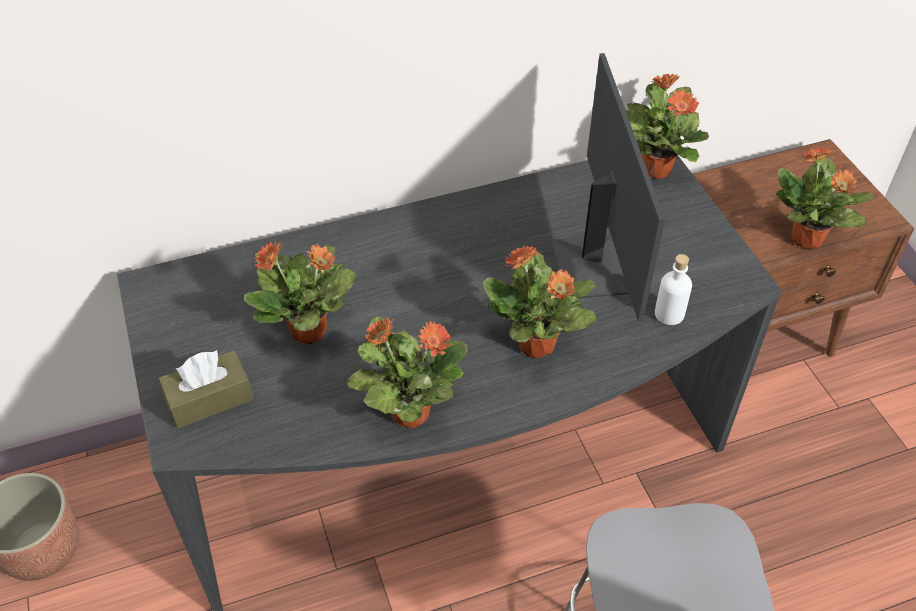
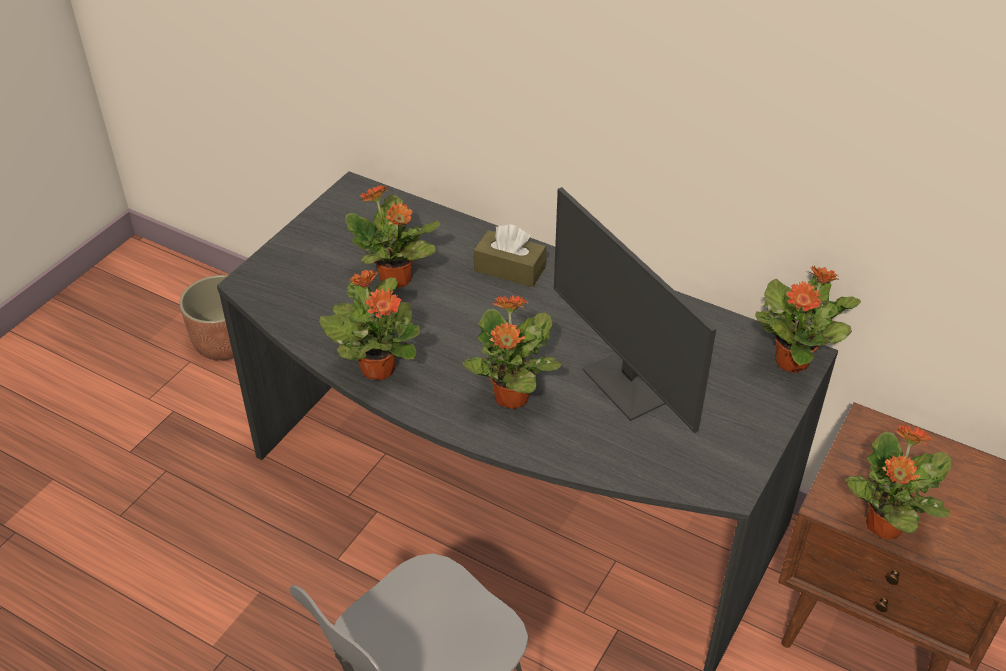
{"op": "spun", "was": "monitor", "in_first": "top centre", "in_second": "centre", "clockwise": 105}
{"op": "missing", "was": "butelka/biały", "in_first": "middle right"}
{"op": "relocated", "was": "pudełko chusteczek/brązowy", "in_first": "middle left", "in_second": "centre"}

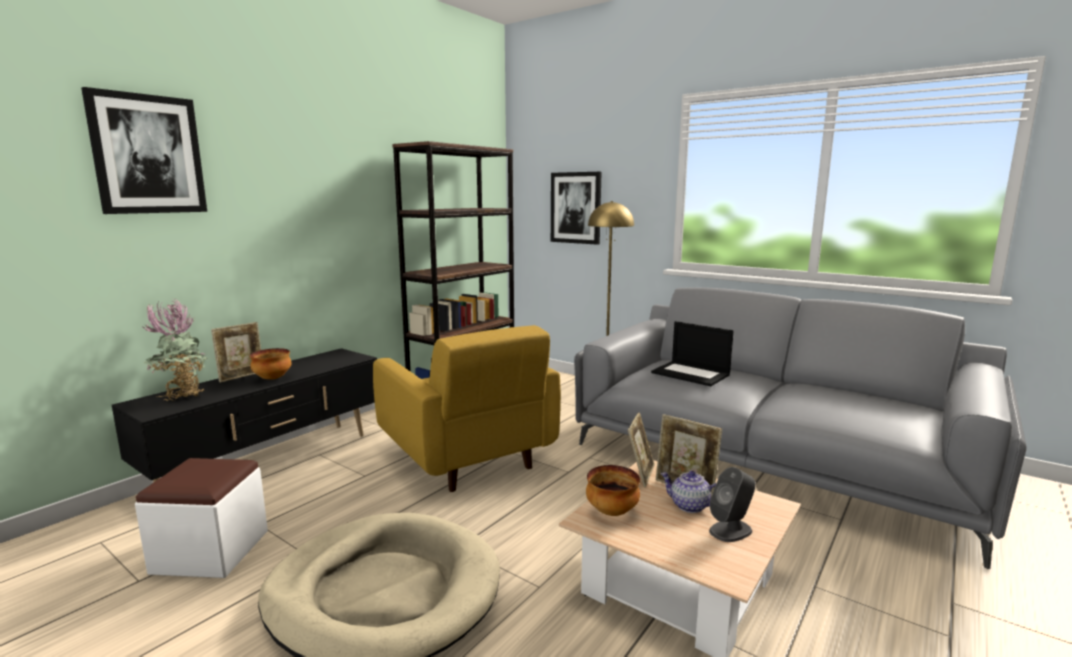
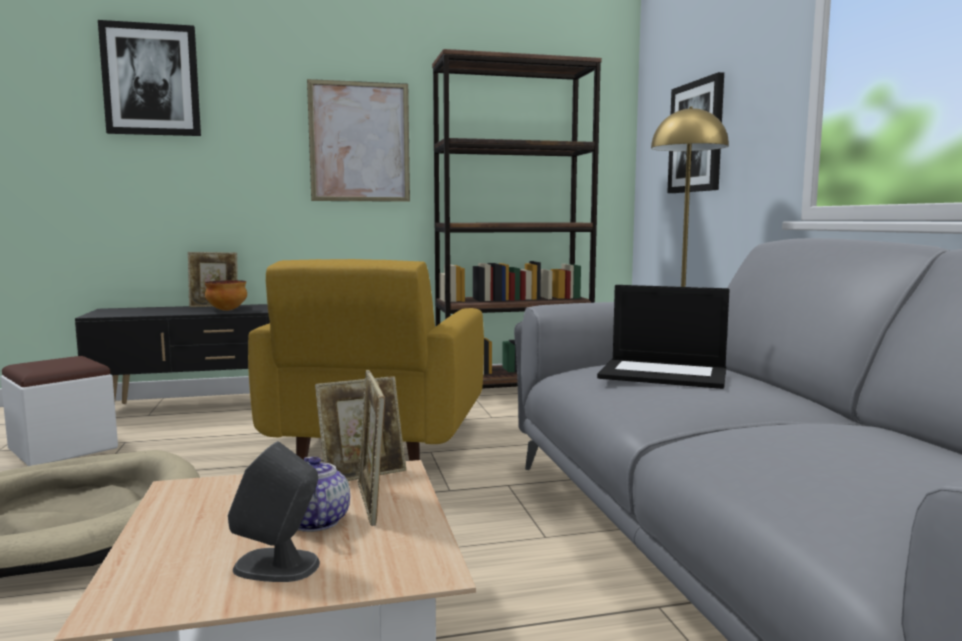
{"op": "missing", "was": "roślina doniczkowa", "in_first": "middle left"}
{"op": "spun", "was": "laptop", "in_first": "centre", "in_second": "middle right", "clockwise": -60}
{"op": "missing", "was": "miska (no. 2 from left)", "in_first": "bottom centre"}
{"op": "appeared", "now": "obraz (no. 2 from left)", "in_second": "top centre"}

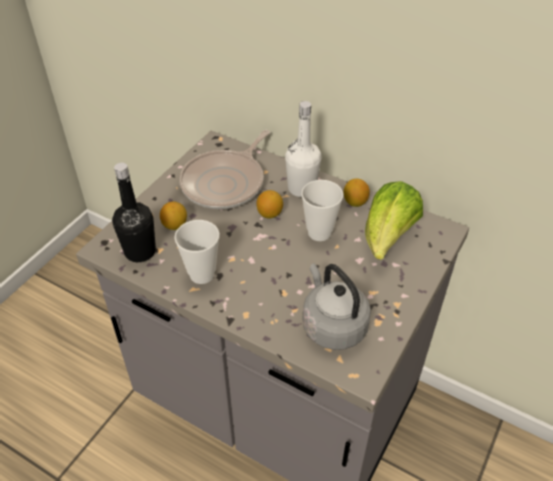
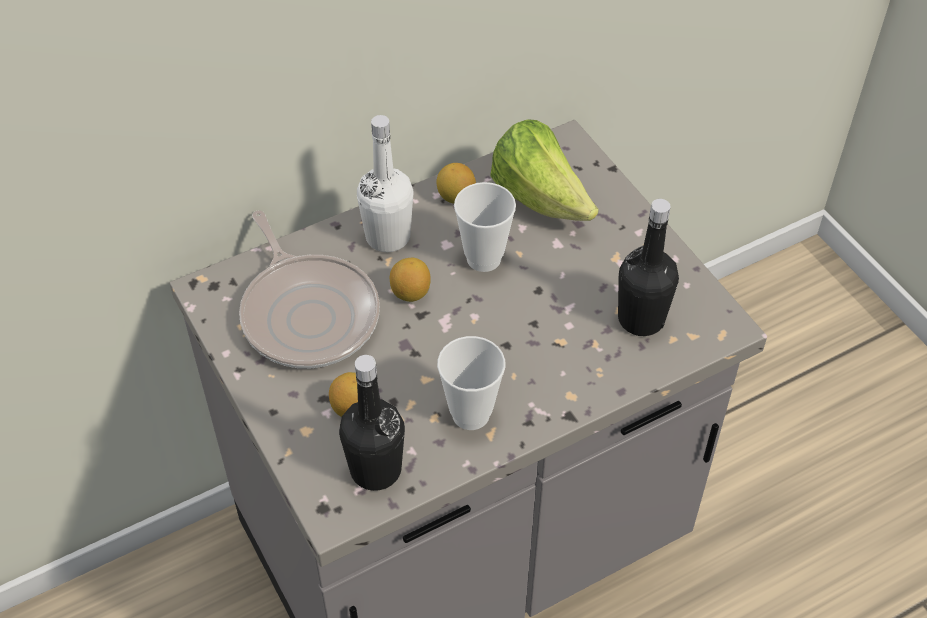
{"op": "exchanged", "was": "czajnik/szary", "now": "butelka/czarny (no. 2 from left)", "in_first": "centre", "in_second": "middle right"}

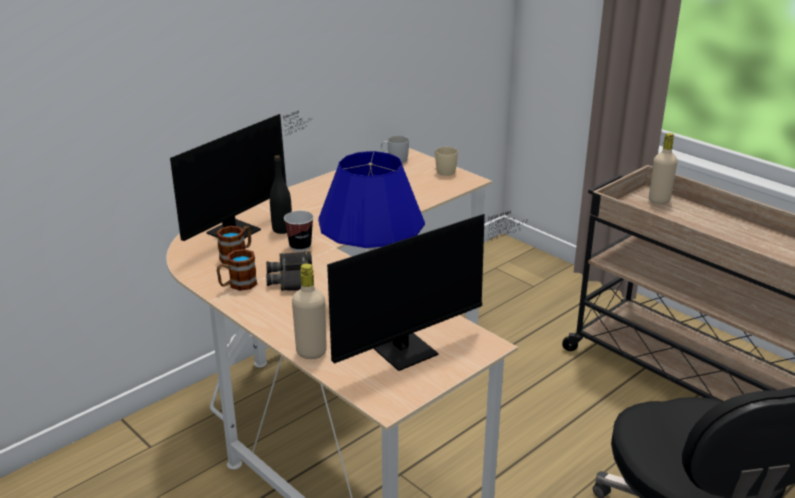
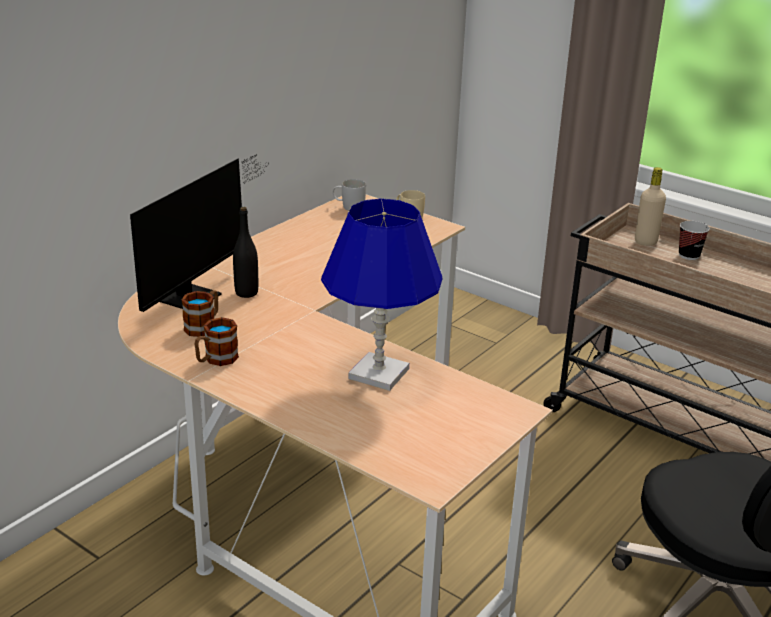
{"op": "relocated", "was": "filiżanka", "in_first": "centre", "in_second": "middle right"}
{"op": "missing", "was": "monitor (no. 2 from left)", "in_first": "centre"}
{"op": "missing", "was": "lornetka/czarny", "in_first": "centre"}
{"op": "missing", "was": "butelka/beżowy (no. 1 from left)", "in_first": "centre"}

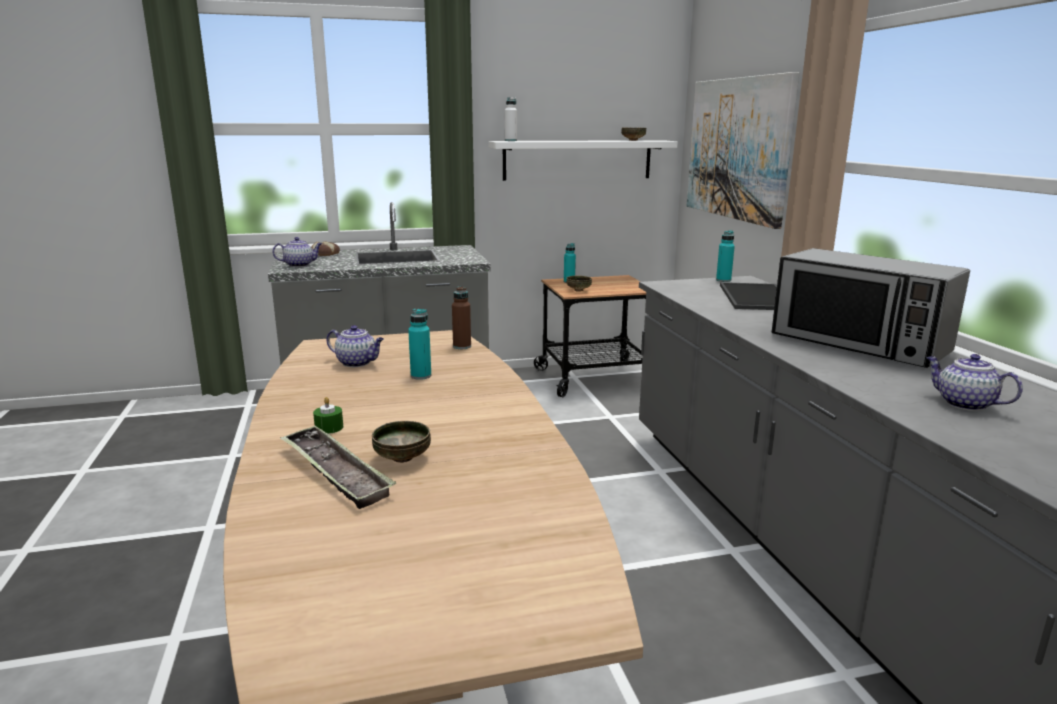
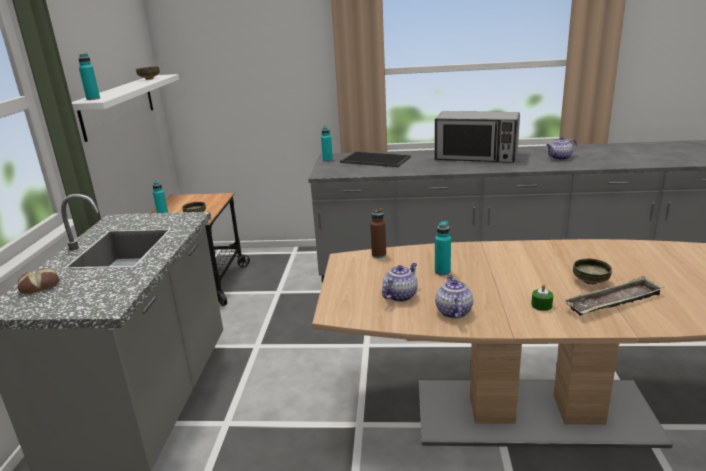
{"op": "missing", "was": "obraz", "in_first": "top right"}
{"op": "colour", "was": "butelka/biały", "now": "butelka/turkusowy (no. 1 from left)", "in_first": "top centre", "in_second": "top left"}
{"op": "relocated", "was": "imbryk (no. 1 from left in the first image)", "now": "imbryk (no. 2 from left)", "in_first": "middle left", "in_second": "centre"}
{"op": "spun", "was": "mikrofalówka", "in_first": "middle right", "in_second": "top right", "clockwise": 45}

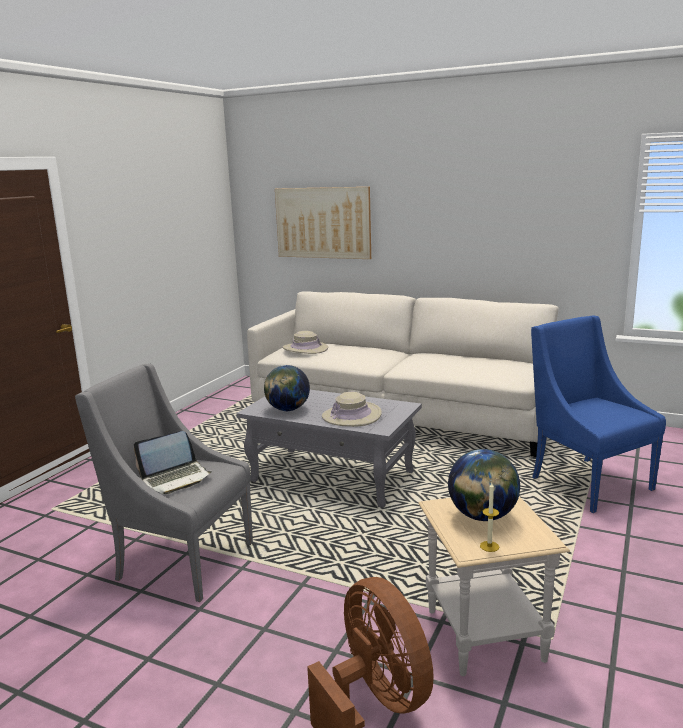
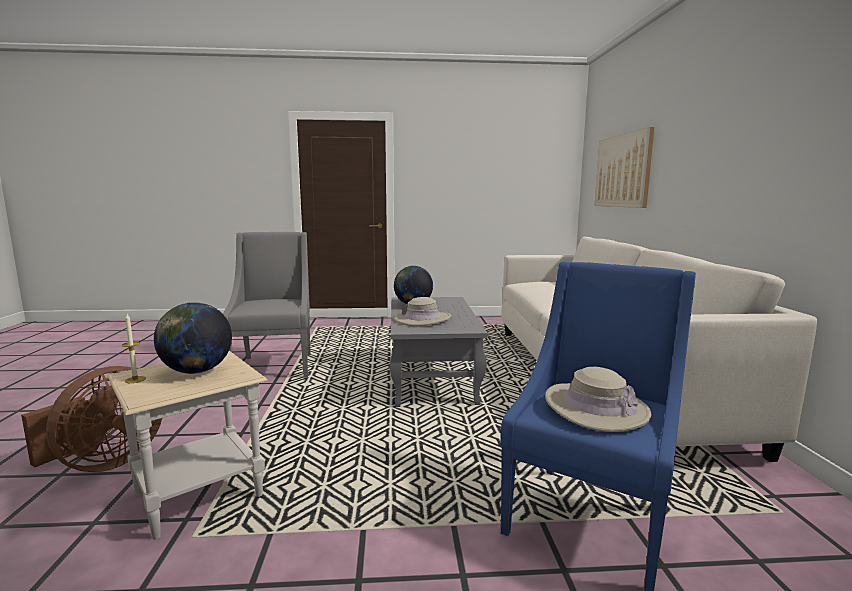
{"op": "relocated", "was": "kapelusz/beżowy (no. 1 from left in the first image)", "now": "kapelusz/beżowy (no. 2 from left)", "in_first": "centre", "in_second": "bottom right"}
{"op": "missing", "was": "laptop", "in_first": "middle left"}

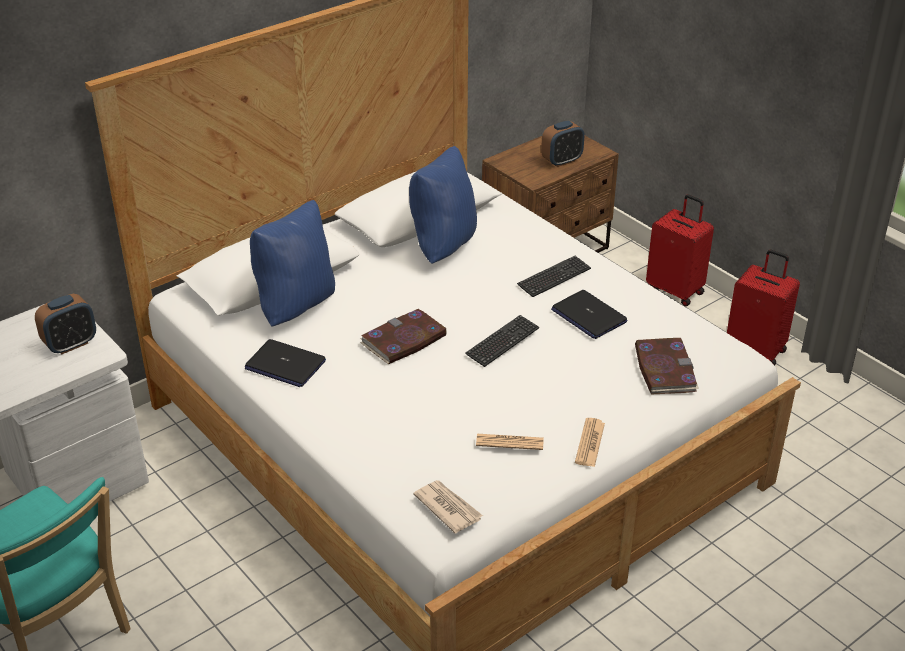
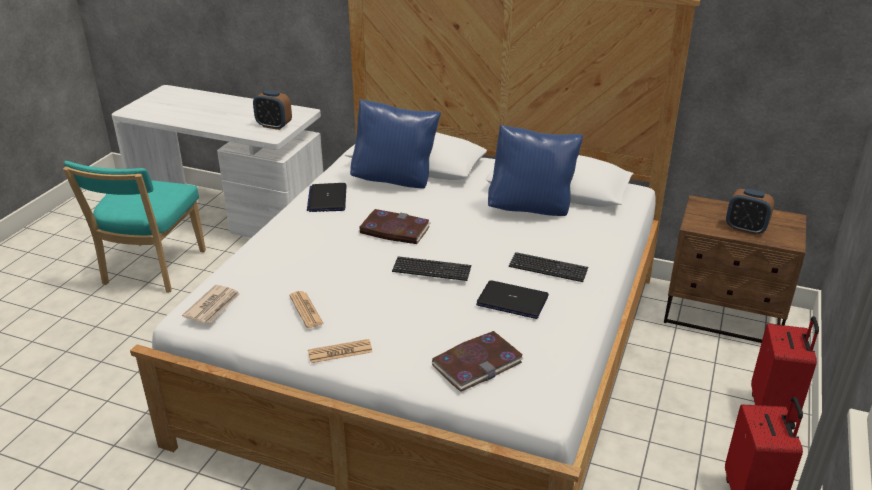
{"op": "spun", "was": "laptop (no. 2 from left)", "in_first": "centre", "in_second": "centre", "clockwise": 90}

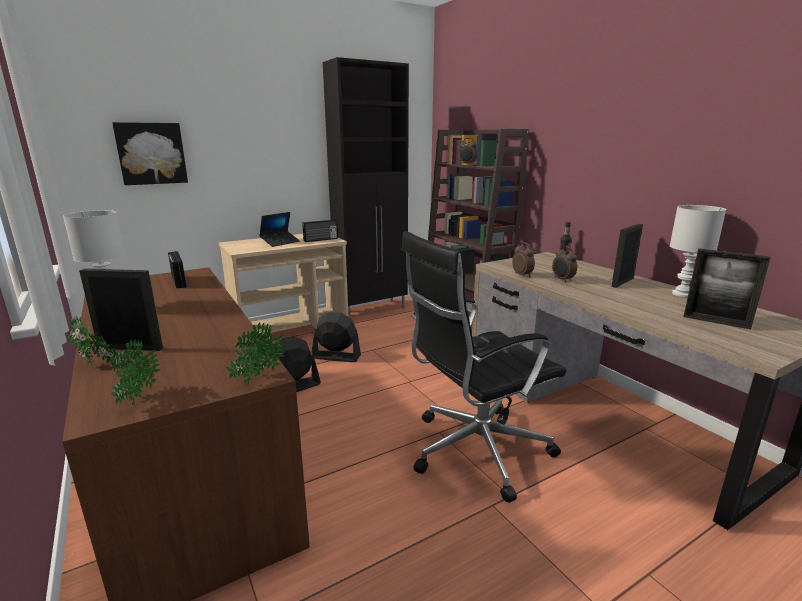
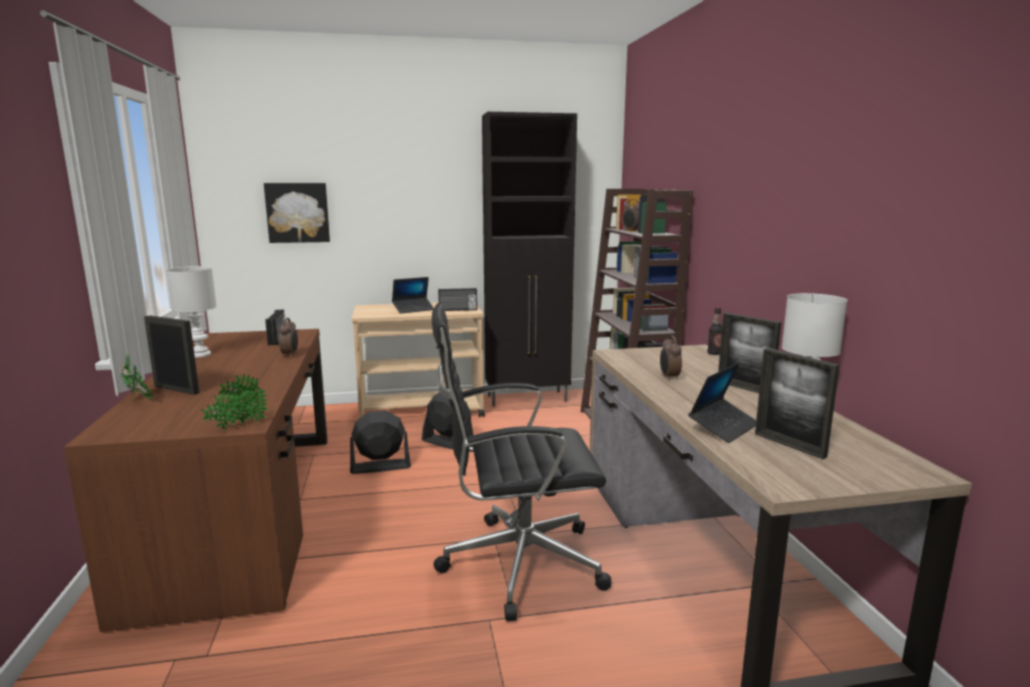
{"op": "spun", "was": "ramka na zdjęcie (no. 2 from left)", "in_first": "middle right", "in_second": "middle right", "clockwise": -105}
{"op": "relocated", "was": "budzik (no. 2 from left in the first image)", "now": "budzik (no. 1 from left)", "in_first": "centre", "in_second": "middle left"}
{"op": "missing", "was": "roślina doniczkowa (no. 2 from left)", "in_first": "middle left"}
{"op": "appeared", "now": "laptop (no. 2 from left)", "in_second": "middle right"}

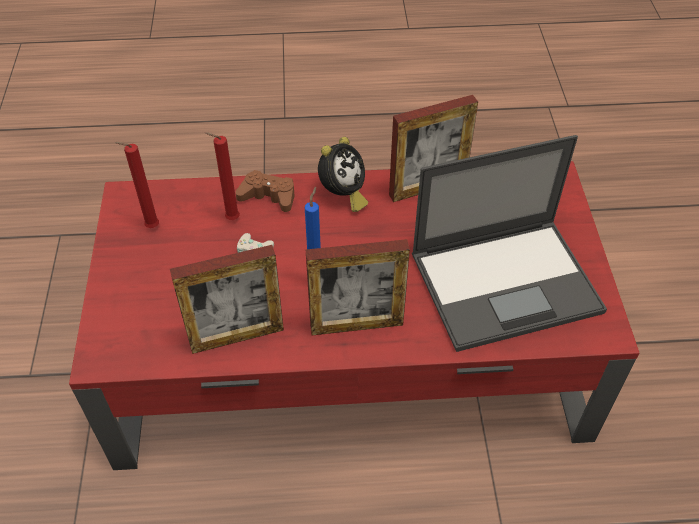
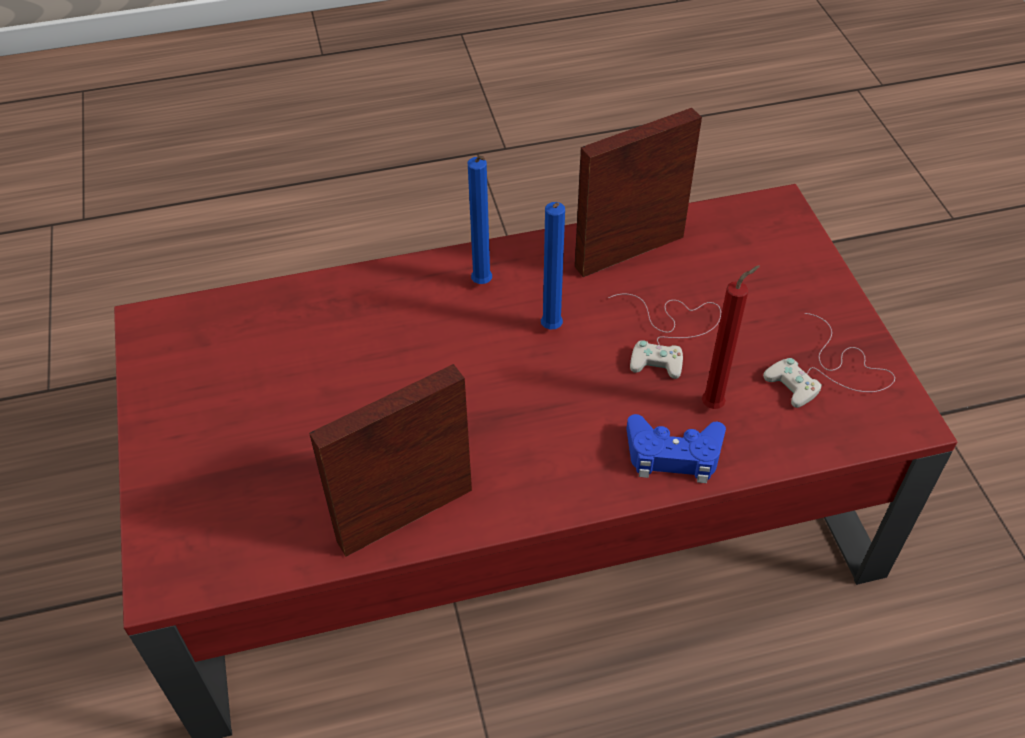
{"op": "missing", "was": "laptop", "in_first": "middle right"}
{"op": "missing", "was": "budzik", "in_first": "top centre"}
{"op": "exchanged", "was": "świeca/czerwony (no. 1 from left)", "now": "pad do gier/biały (no. 2 from left)", "in_first": "middle left", "in_second": "middle right"}
{"op": "colour", "was": "pad do gier/brązowy", "now": "pad do gier/niebieski", "in_first": "centre", "in_second": "centre"}
{"op": "exchanged", "was": "ramka na zdjęcie (no. 2 from left)", "now": "świeca/niebieski (no. 1 from left)", "in_first": "centre", "in_second": "top centre"}

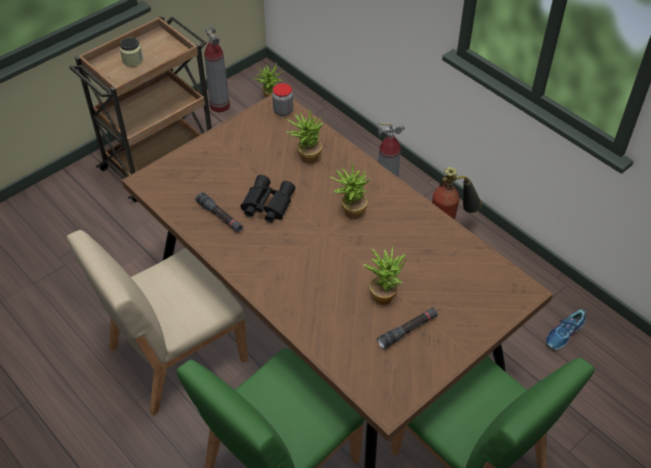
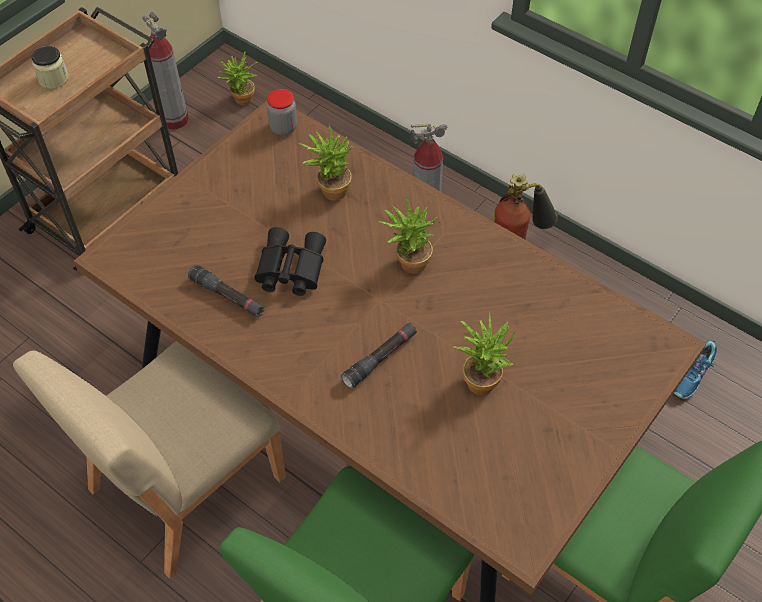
{"op": "relocated", "was": "latarka/czarny (no. 2 from left)", "in_first": "bottom centre", "in_second": "centre"}

